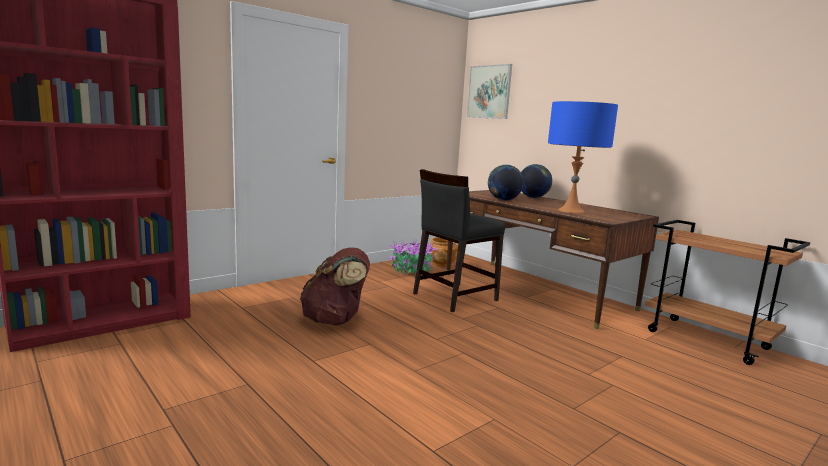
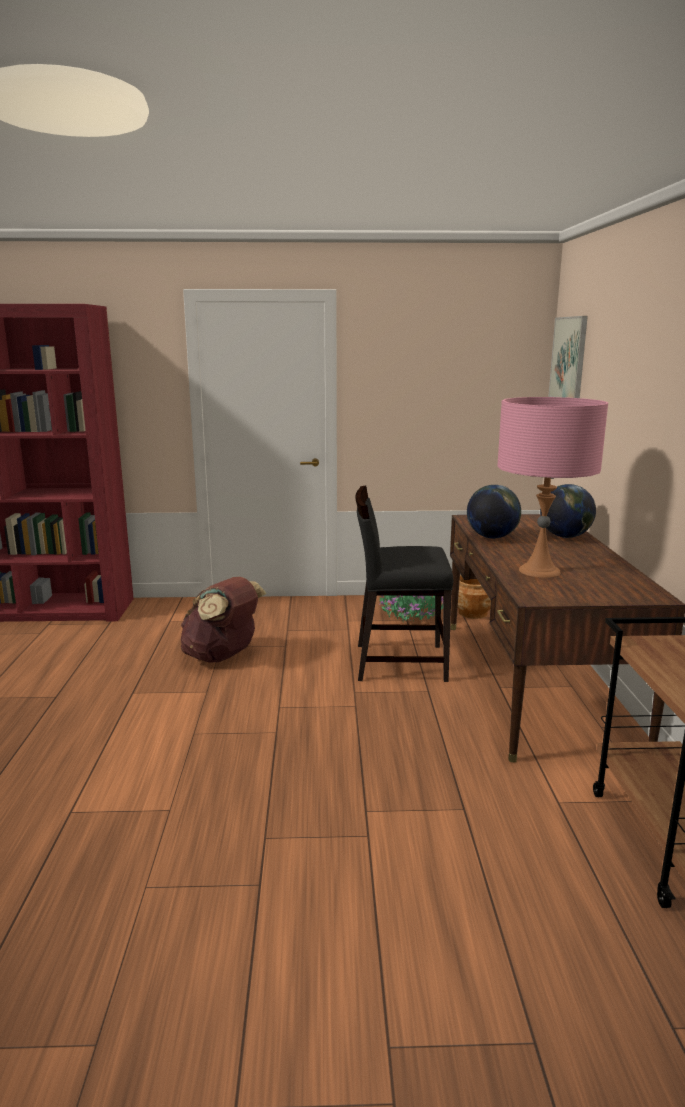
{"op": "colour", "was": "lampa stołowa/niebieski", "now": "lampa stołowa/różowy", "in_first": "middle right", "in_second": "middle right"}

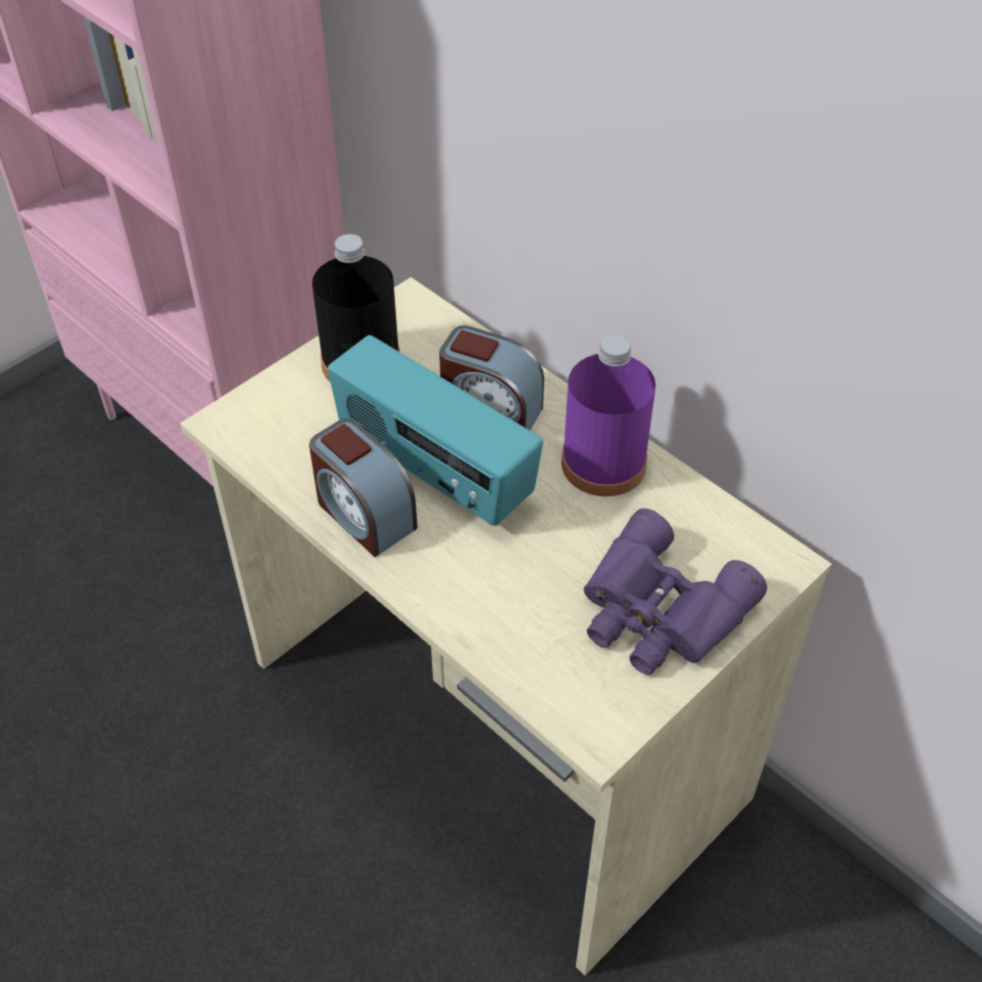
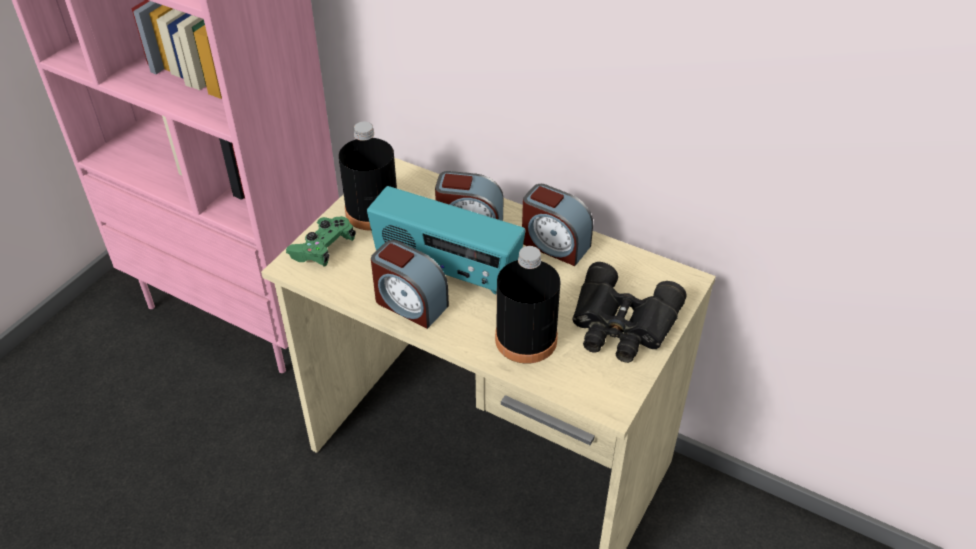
{"op": "exchanged", "was": "butelka/fioletowy", "now": "budzik (no. 3 from left)", "in_first": "centre", "in_second": "centre"}
{"op": "colour", "was": "lornetka/fioletowy", "now": "lornetka/czarny", "in_first": "middle right", "in_second": "centre"}
{"op": "appeared", "now": "pad do gier/zielony", "in_second": "middle left"}
{"op": "appeared", "now": "butelka/czarny (no. 2 from left)", "in_second": "centre"}

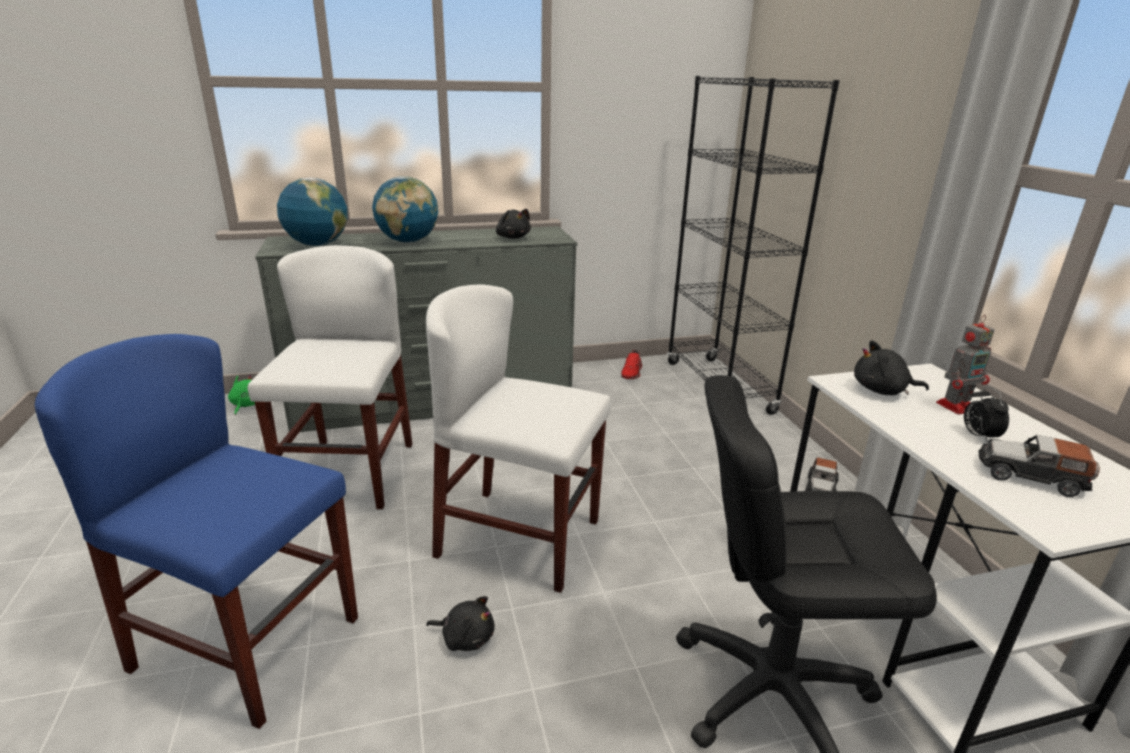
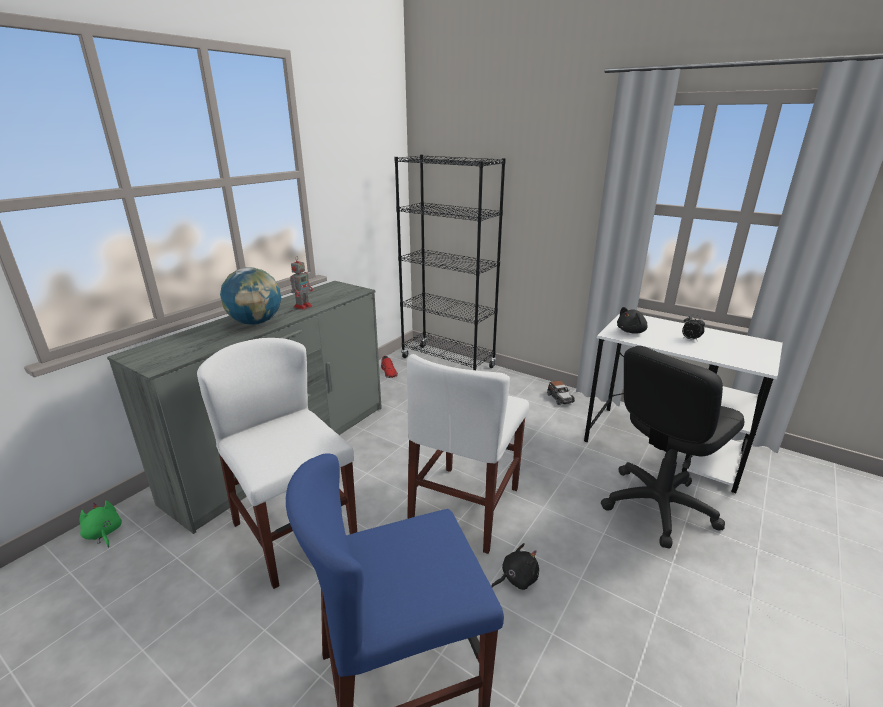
{"op": "missing", "was": "globus (no. 1 from left)", "in_first": "top left"}
{"op": "missing", "was": "pluszak/czarny (no. 2 from left)", "in_first": "top centre"}
{"op": "spun", "was": "krzesło/biały (no. 2 from left)", "in_first": "centre", "in_second": "centre", "clockwise": -45}
{"op": "relocated", "was": "robot zabawkowy", "in_first": "middle right", "in_second": "centre"}
{"op": "missing", "was": "samochodzik (no. 2 from left)", "in_first": "middle right"}

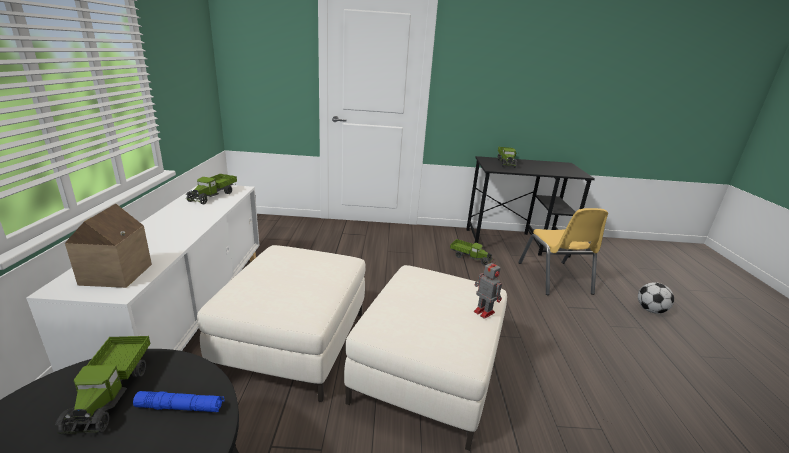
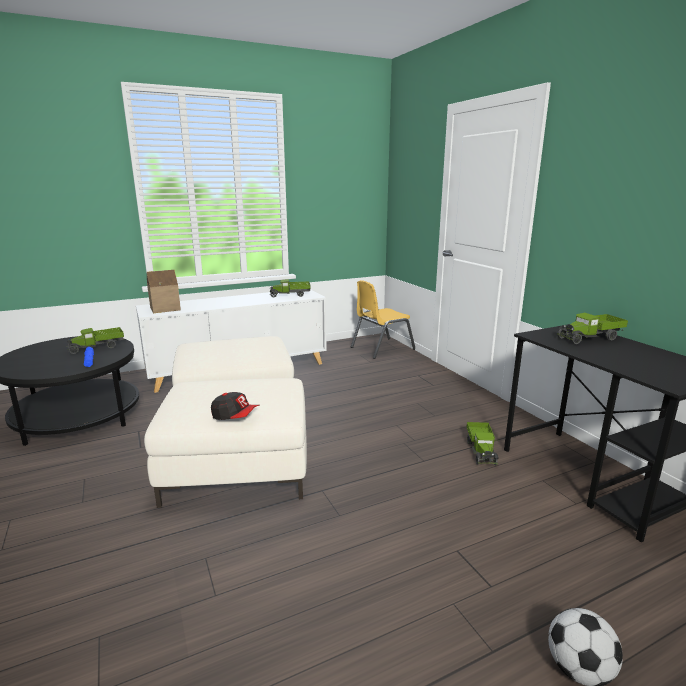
{"op": "relocated", "was": "krzesło/żółty", "in_first": "middle right", "in_second": "centre"}
{"op": "exchanged", "was": "robot zabawkowy", "now": "czapka z daszkiem", "in_first": "centre", "in_second": "centre"}

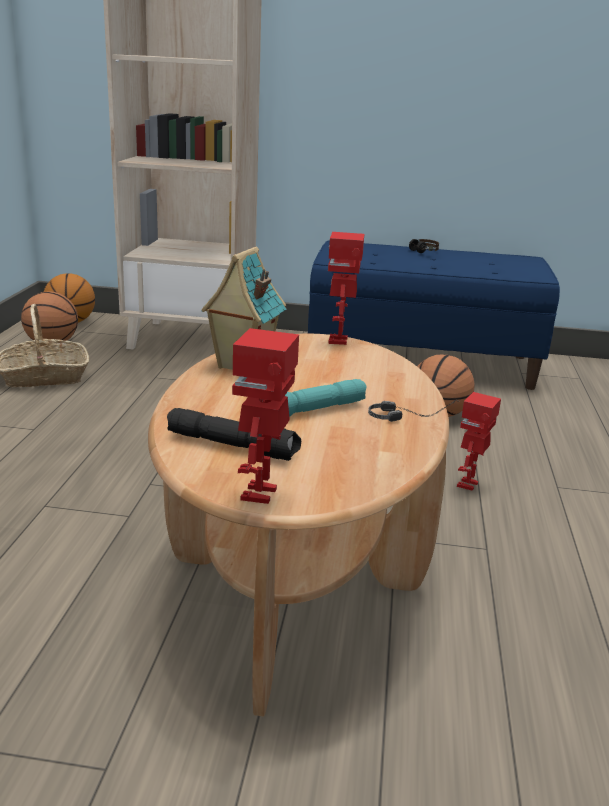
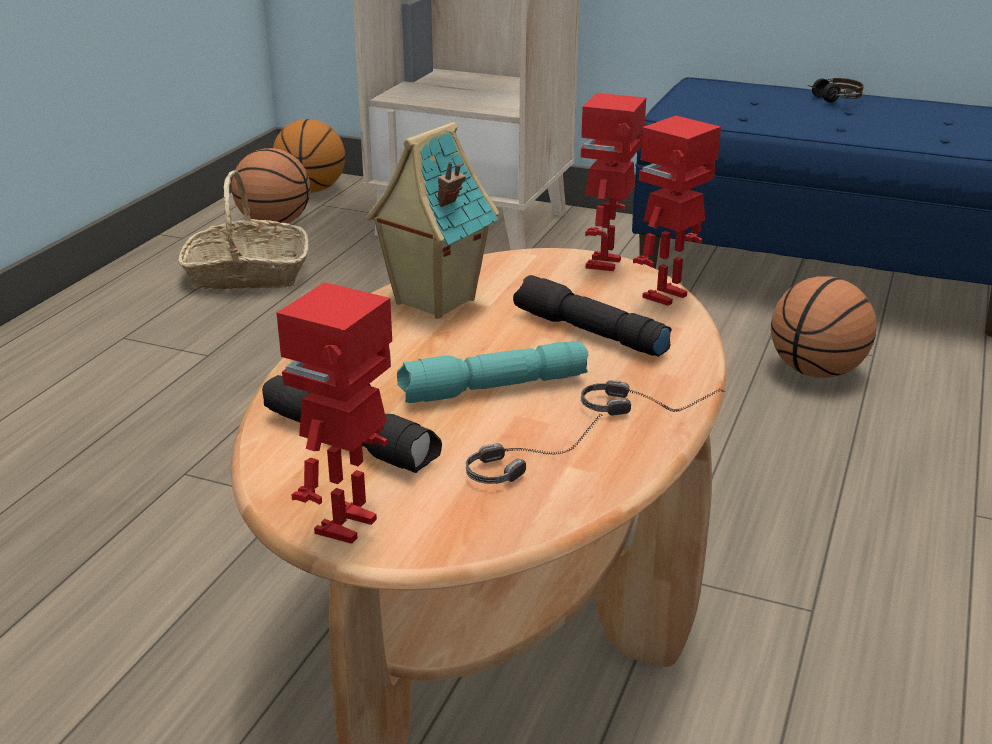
{"op": "relocated", "was": "robot zabawkowy (no. 3 from left)", "in_first": "middle right", "in_second": "top right"}
{"op": "appeared", "now": "latarka/czarny (no. 2 from left)", "in_second": "centre"}
{"op": "appeared", "now": "słuchawki (no. 1 from left)", "in_second": "centre"}

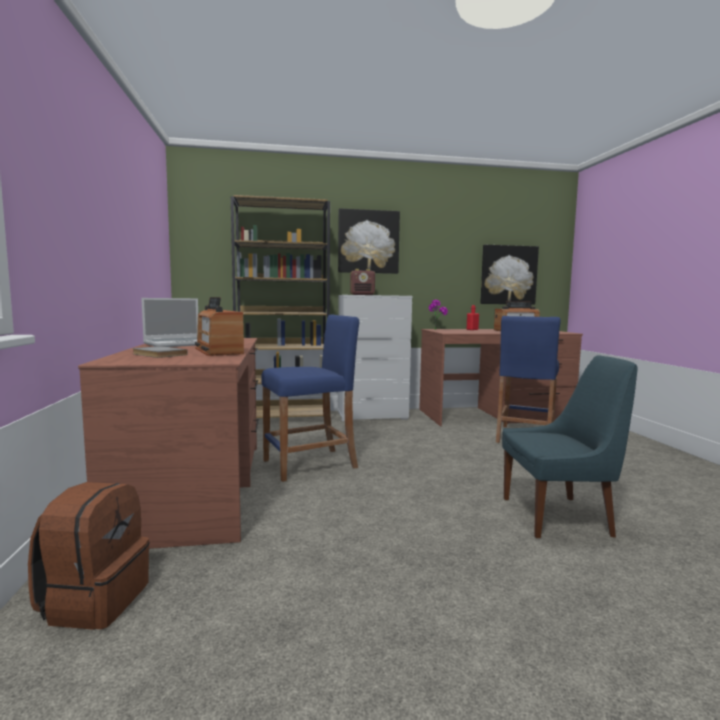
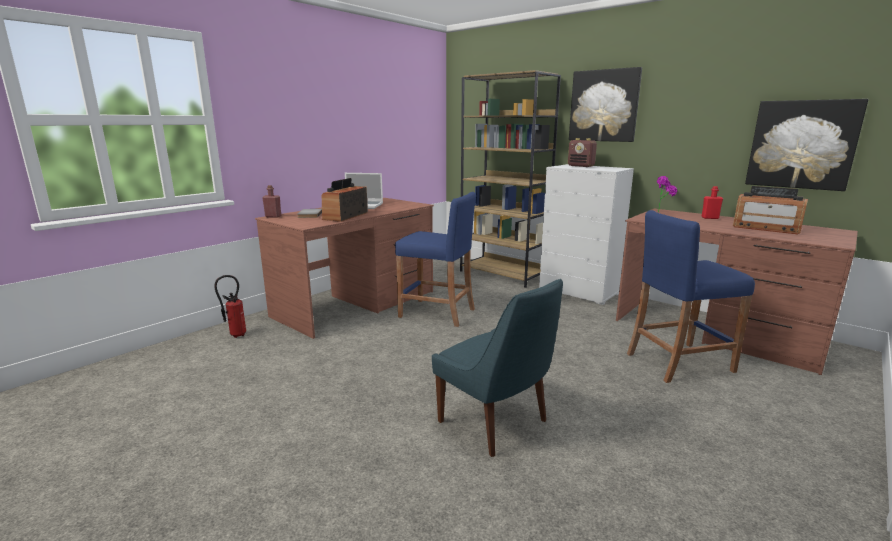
{"op": "exchanged", "was": "plecak/brązowy", "now": "gaśnica", "in_first": "bottom left", "in_second": "middle left"}
{"op": "appeared", "now": "butelka/czerwony (no. 1 from left)", "in_second": "middle left"}

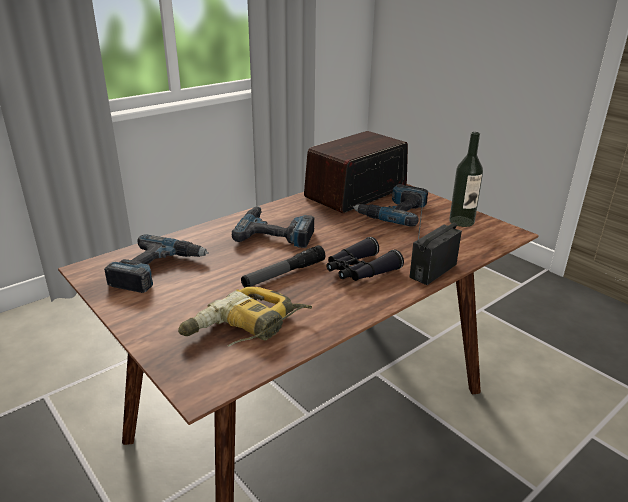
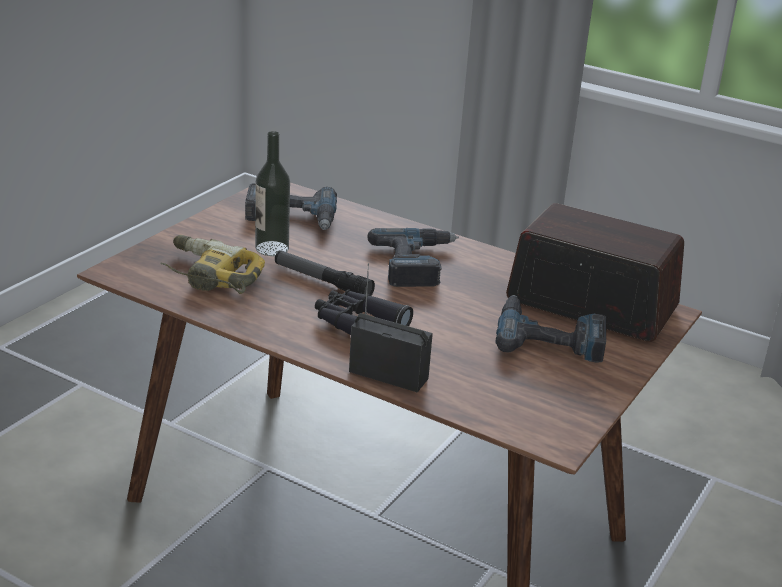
{"op": "relocated", "was": "butelka", "in_first": "middle right", "in_second": "top centre"}

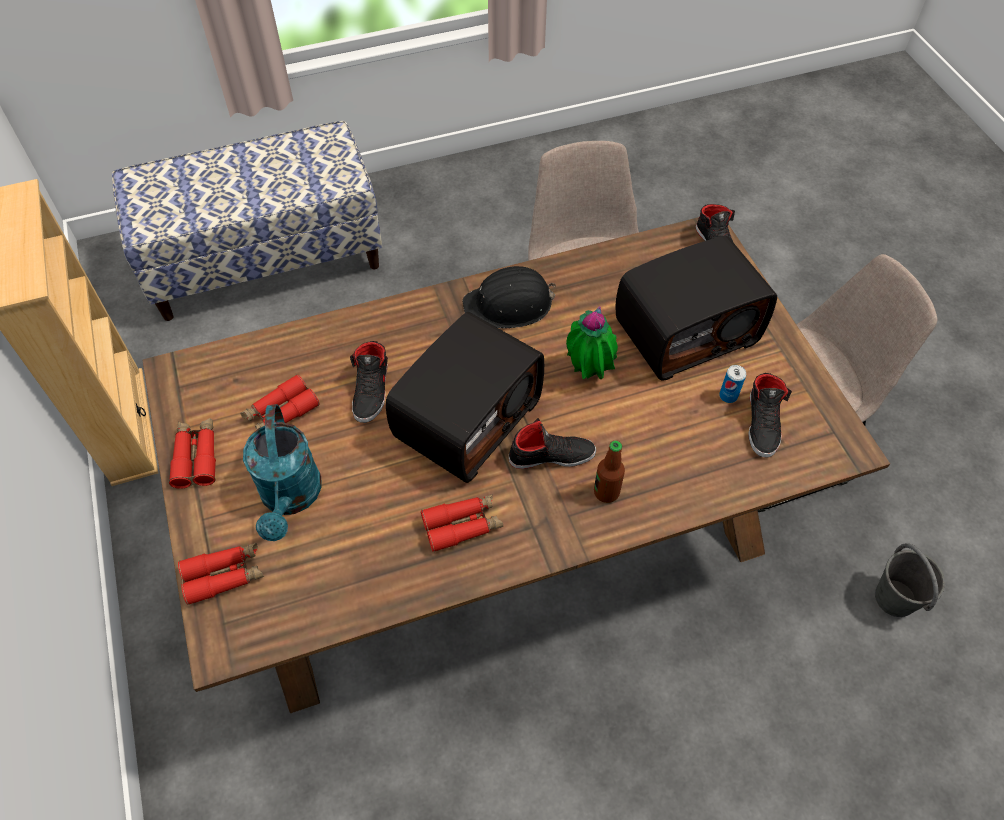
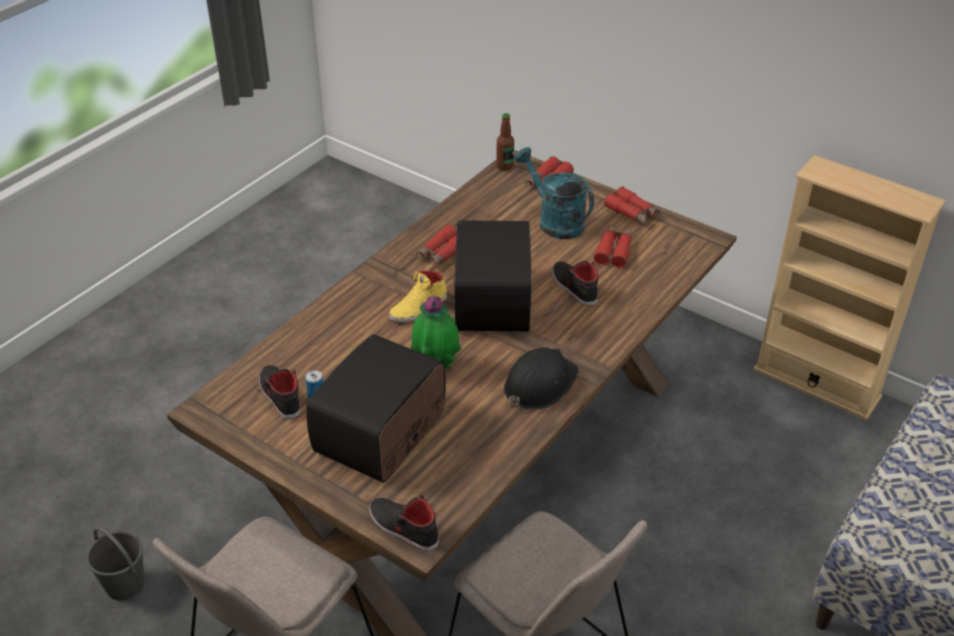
{"op": "colour", "was": "but/czarny (no. 2 from left)", "now": "but/żółty", "in_first": "centre", "in_second": "centre"}
{"op": "relocated", "was": "butelka", "in_first": "centre", "in_second": "top centre"}

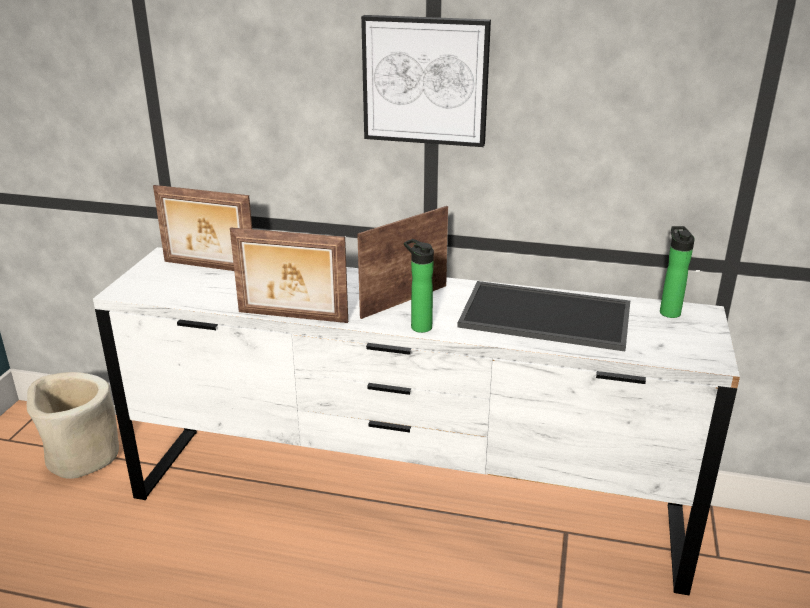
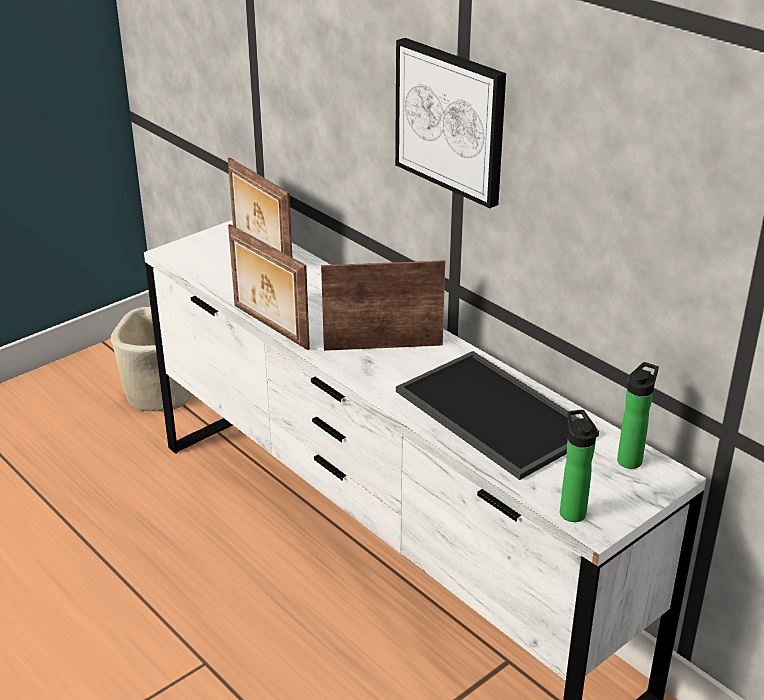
{"op": "relocated", "was": "butelka (no. 1 from left)", "in_first": "centre", "in_second": "middle right"}

